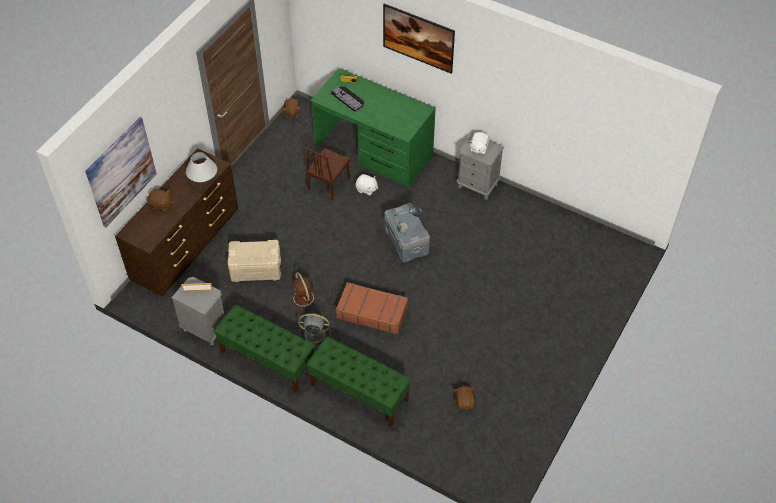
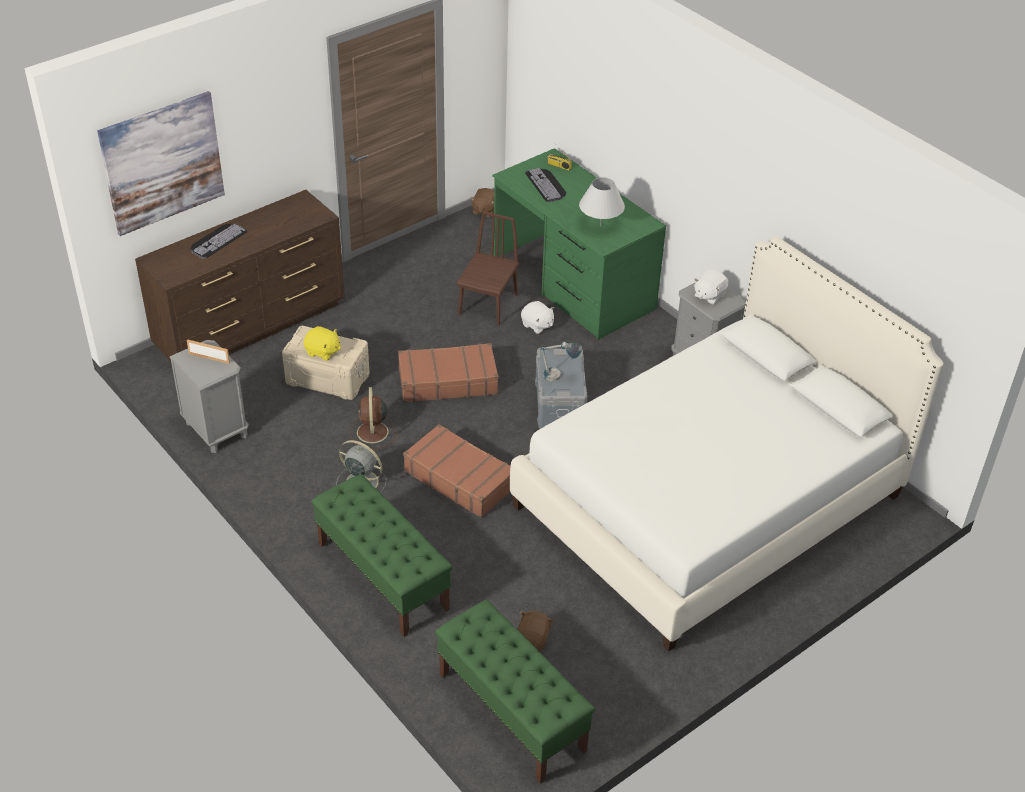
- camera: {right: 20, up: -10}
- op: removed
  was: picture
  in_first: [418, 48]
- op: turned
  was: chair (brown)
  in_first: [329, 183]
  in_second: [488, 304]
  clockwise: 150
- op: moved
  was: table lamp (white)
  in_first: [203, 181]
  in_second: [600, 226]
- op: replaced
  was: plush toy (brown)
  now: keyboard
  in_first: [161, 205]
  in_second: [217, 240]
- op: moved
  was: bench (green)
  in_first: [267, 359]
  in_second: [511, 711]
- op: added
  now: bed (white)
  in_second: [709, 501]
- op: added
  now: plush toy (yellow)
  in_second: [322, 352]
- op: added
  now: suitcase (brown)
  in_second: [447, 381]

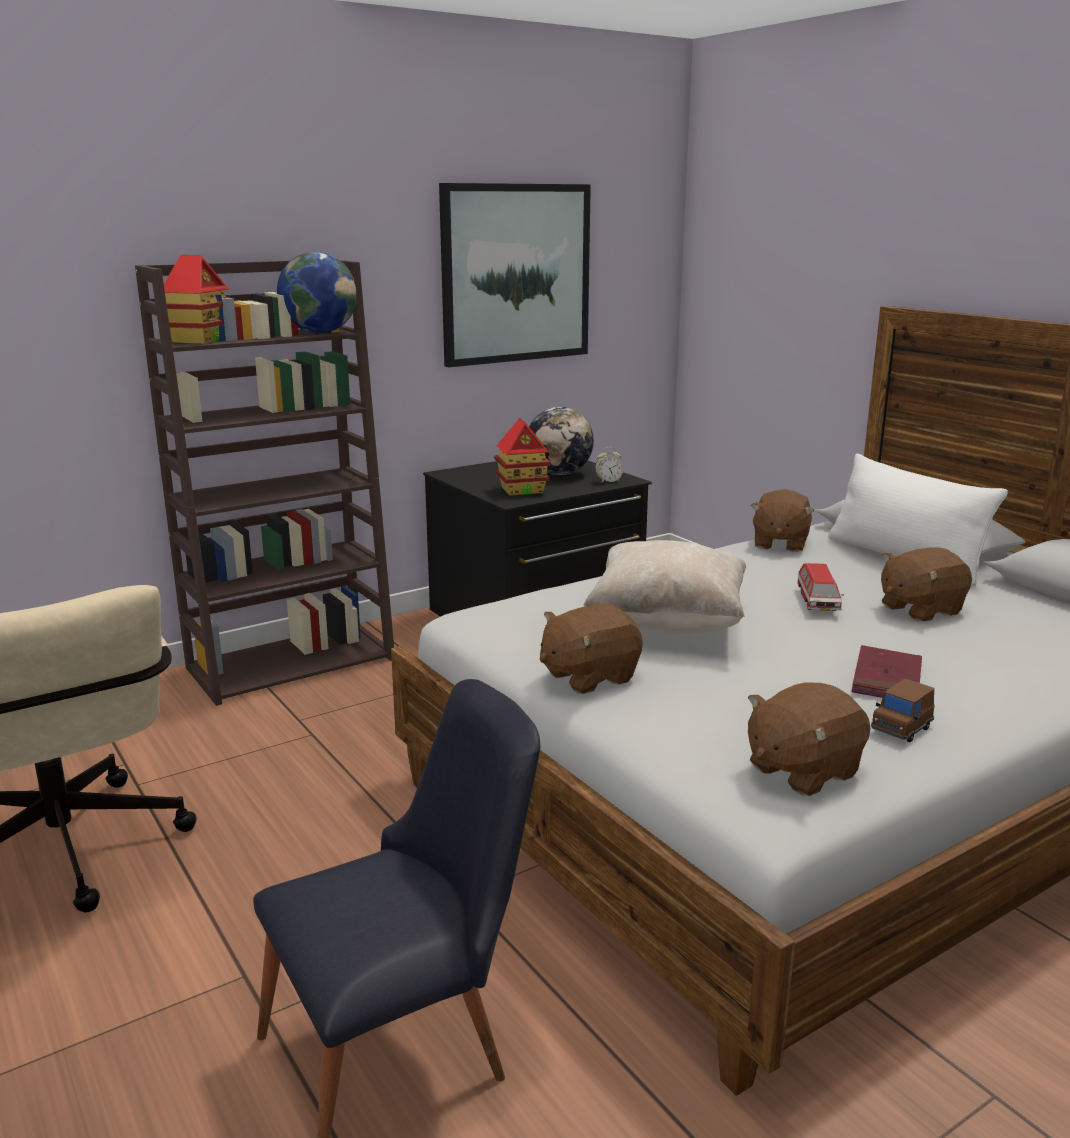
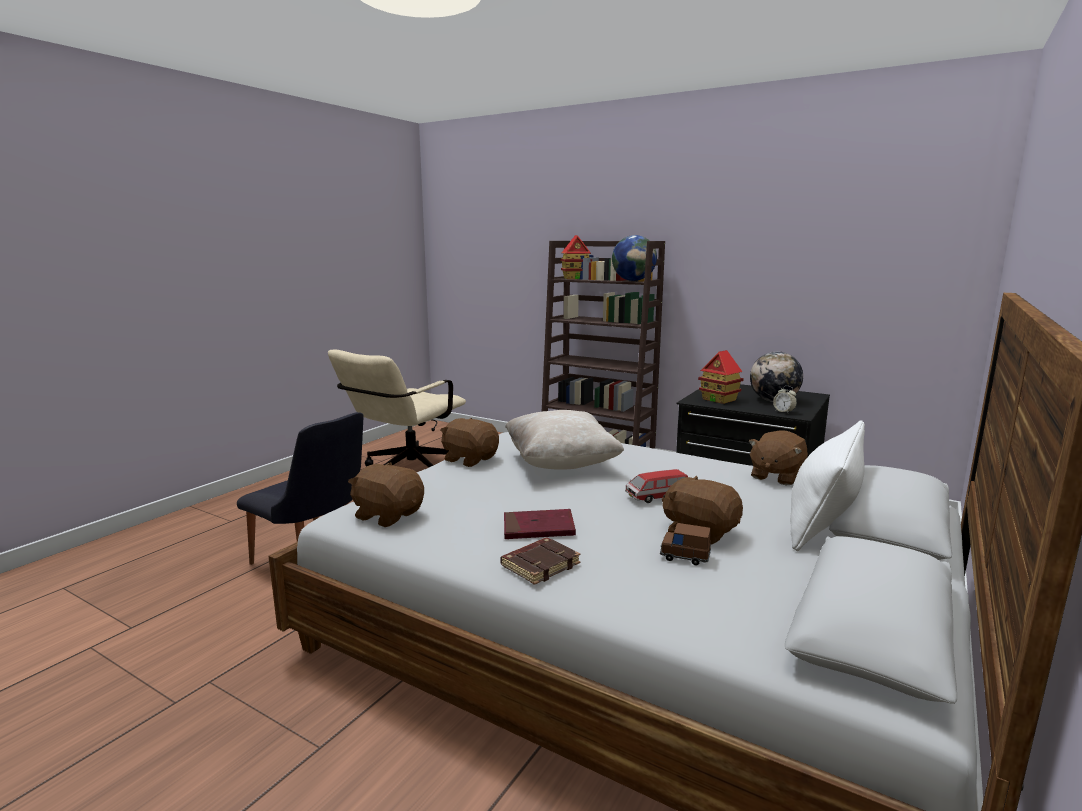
- camera: {right: 65, up: -5}
- op: removed
  was: picture
  in_first: [516, 274]
- op: turned
  was: plush toy (brown)
  in_first: [779, 543]
  in_second: [776, 476]
  clockwise: -45
- op: moved
  was: toy car (brown)
  in_first: [901, 728]
  in_second: [685, 557]
- op: added
  now: book (brown)
  in_second: [540, 565]

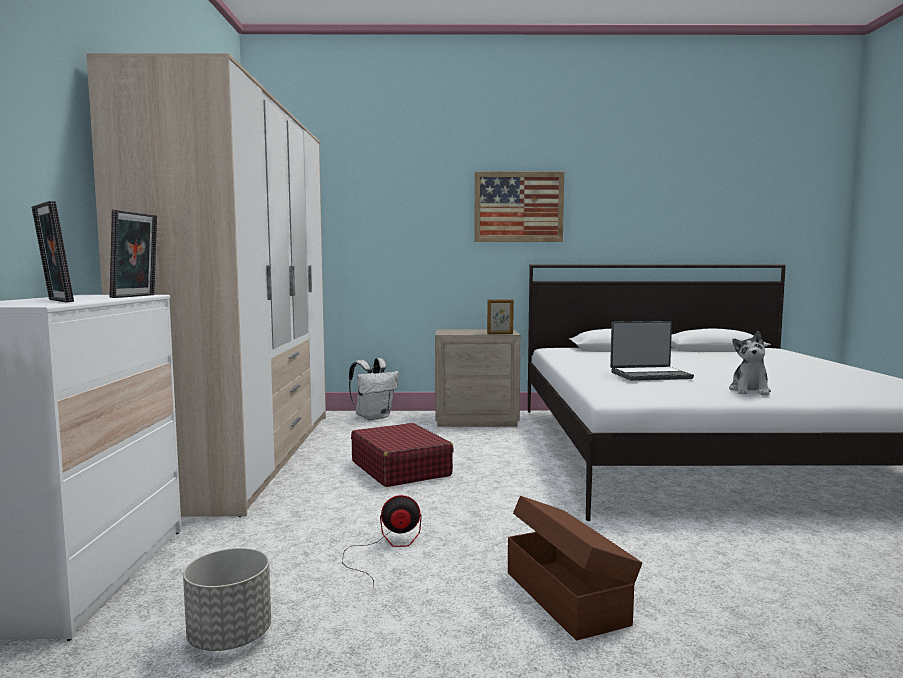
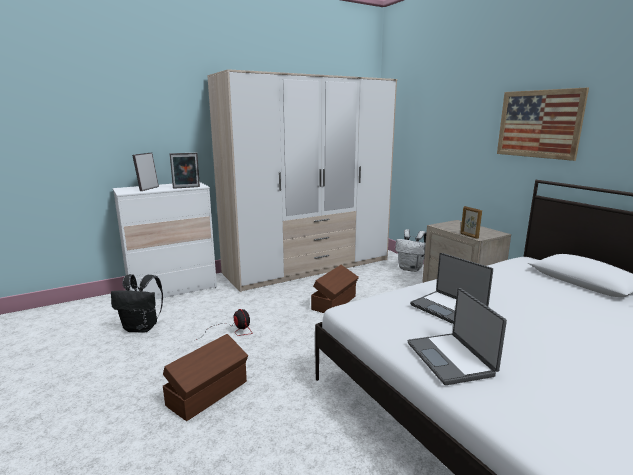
- camera: {right: 60, up: 10}
- op: replaced
  was: plush toy
  now: laptop
  in_first: [750, 391]
  in_second: [451, 359]
- op: replaced
  was: suitcase (red)
  now: storage box (brown)
  in_first: [400, 469]
  in_second: [335, 302]
- op: replaced
  was: planter (grey)
  now: backpack (black)
  in_first: [230, 637]
  in_second: [142, 327]

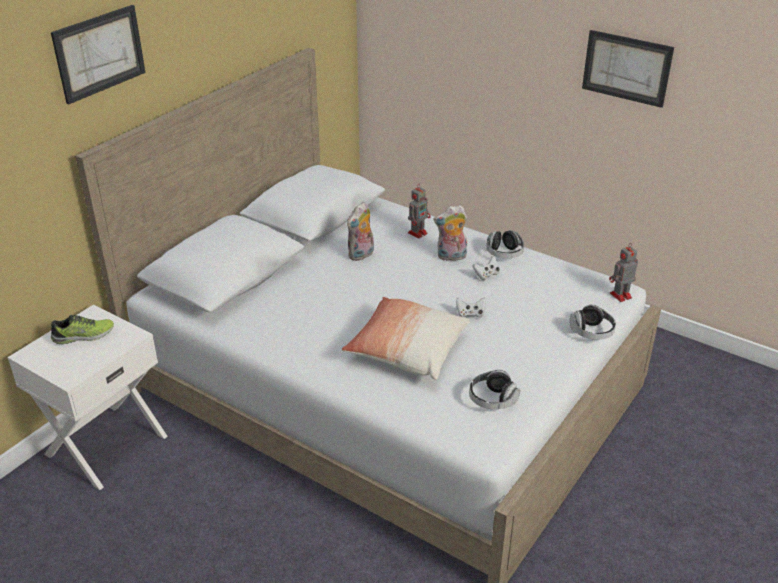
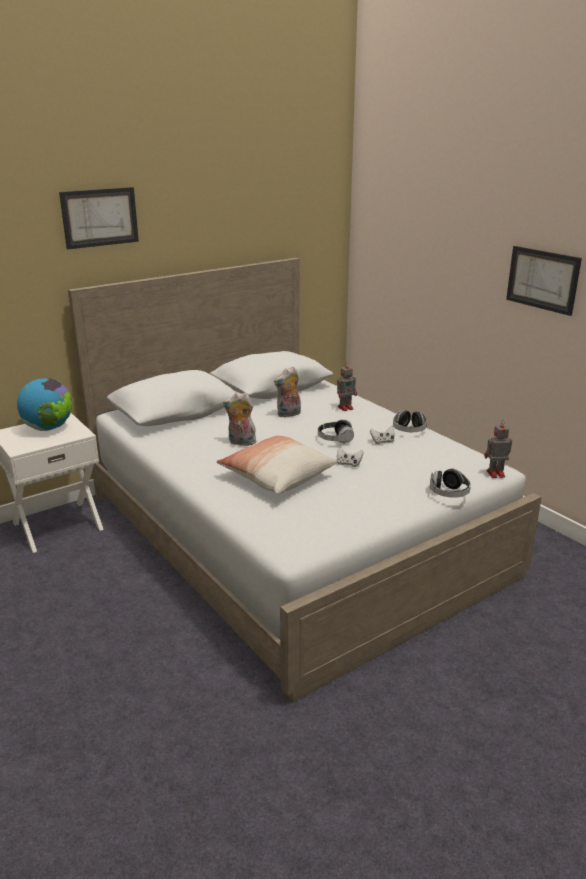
- camera: {right: 20, up: -10}
- op: moved
  was: plush toy
  in_first: [451, 257]
  in_second: [241, 442]
- op: replaced
  was: shoe
  now: globe
  in_first: [83, 336]
  in_second: [48, 428]
- op: moved
  was: headphones
  in_first: [492, 399]
  in_second: [335, 439]

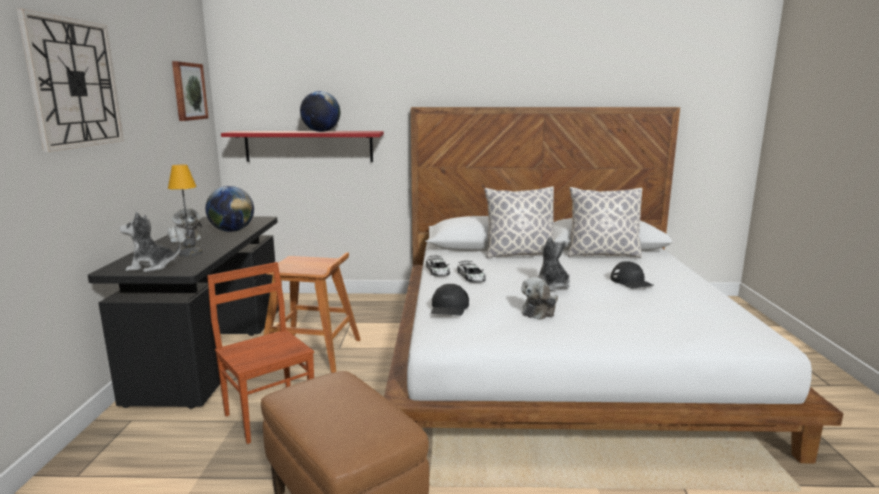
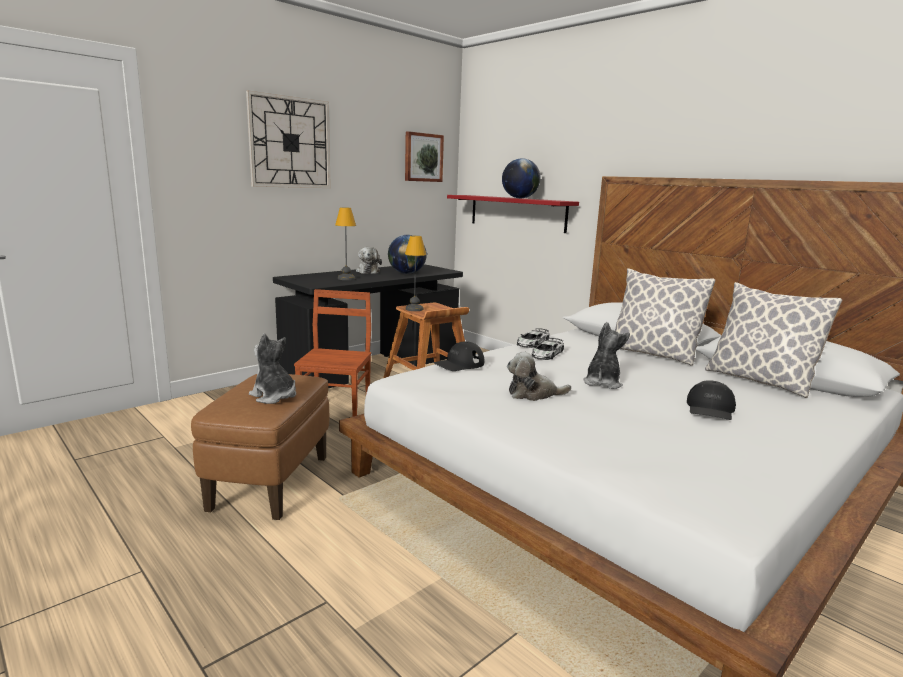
- camera: {right: 45, up: 0}
- op: moved
  was: plush toy
  in_first: [151, 267]
  in_second: [274, 396]
- op: added
  now: table lamp
  in_second: [414, 309]

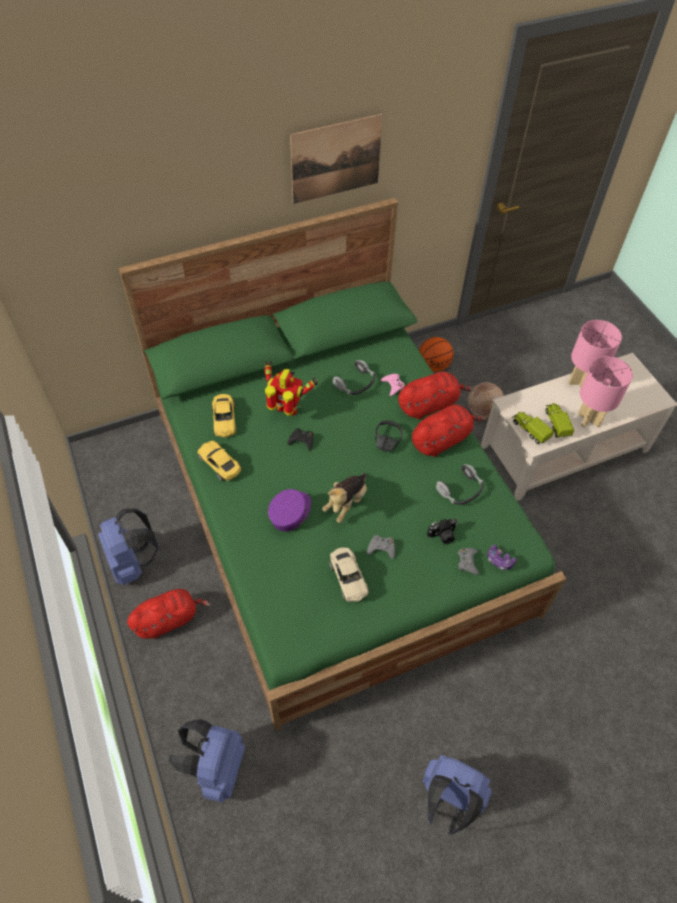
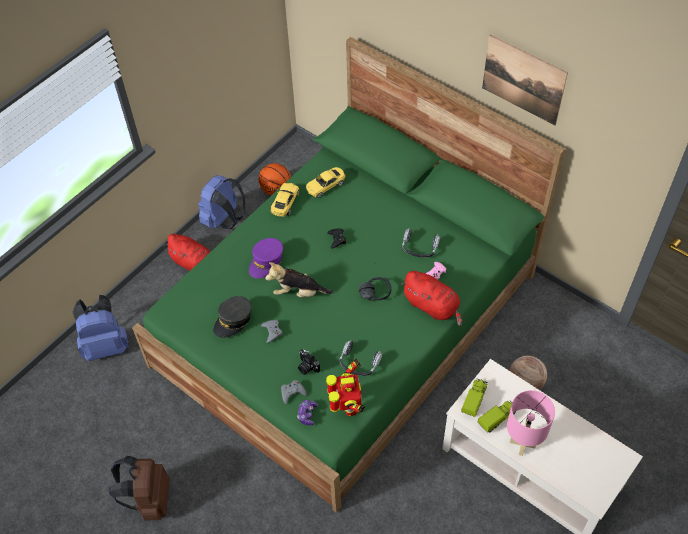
- camera: {right: 65, up: 0}
- op: removed
  was: table lamp (pink)
  in_first: [580, 383]
- op: moved
  was: basketball
  in_first: [434, 365]
  in_second: [276, 190]
- op: moved
  was: toy robot
  in_first: [287, 411]
  in_second: [348, 407]
- op: removed
  was: plush toy (red)
  in_first: [442, 440]
- op: turned
  was: cap (purple)
  in_first: [290, 513]
  in_second: [266, 262]
  clockwise: 120
- op: replaced
  was: toy car (beige)
  now: cap (grey)
  in_first: [348, 578]
  in_second: [233, 320]
- op: recoloured
  was: backpack (blue)
  now: backpack (brown)
  in_first: [449, 799]
  in_second: [149, 500]

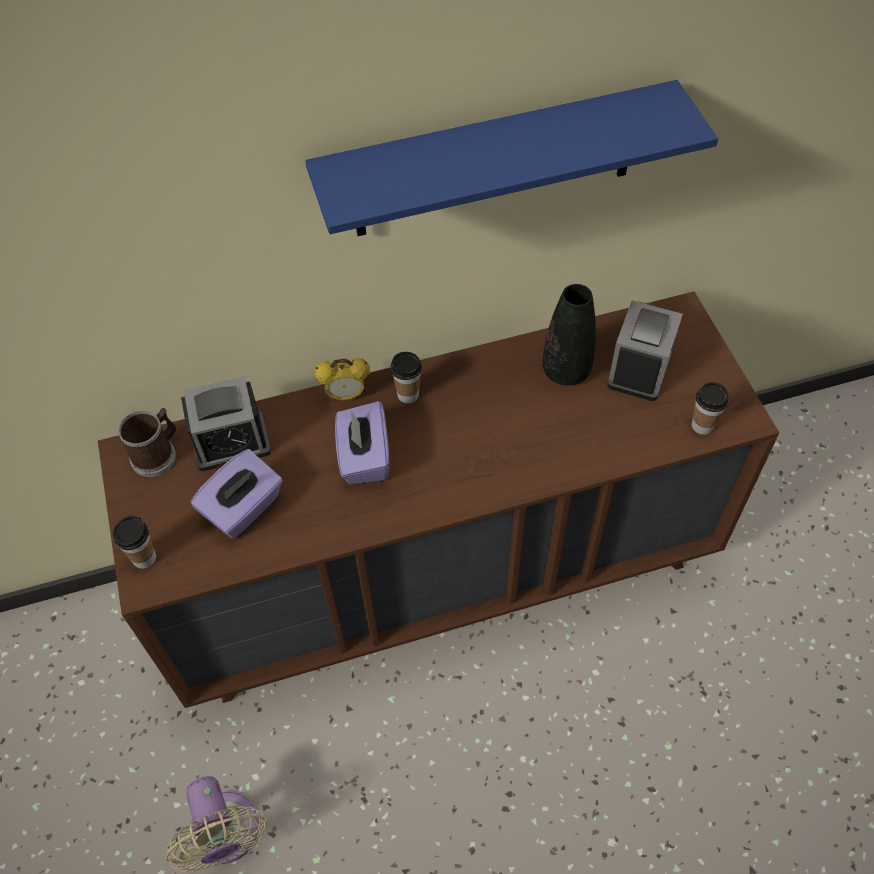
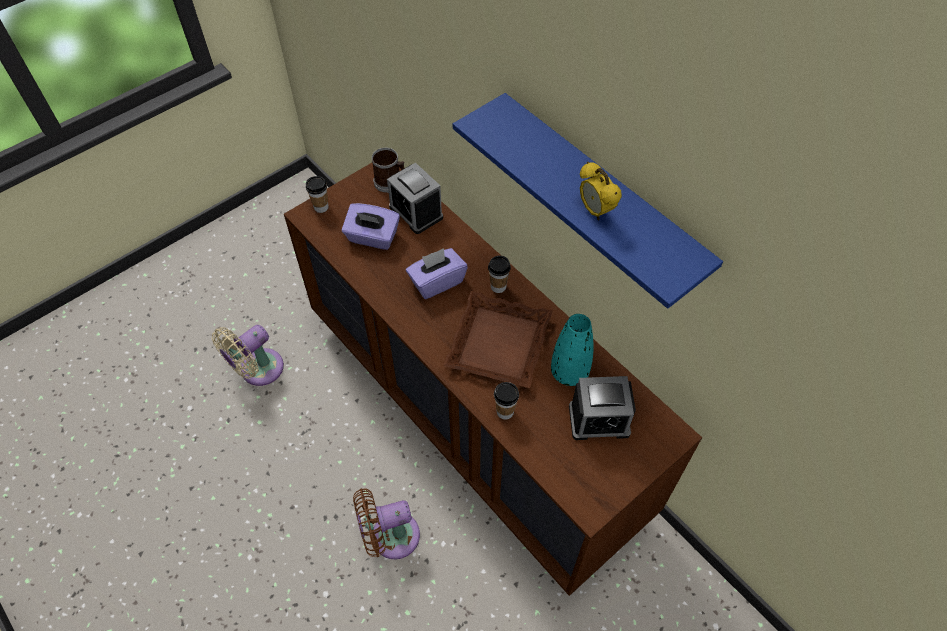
- camera: {right: 65, up: 0}
- op: recoloured
  was: vase (black)
  now: vase (turquoise)
  in_first: [566, 371]
  in_second: [569, 372]
- op: moved
  was: alarm clock
  in_first: [346, 395]
  in_second: [595, 211]
- op: moved
  was: cup
  in_first: [702, 425]
  in_second: [505, 411]
- op: added
  now: tray (brown)
  in_second: [499, 344]
- op: added
  now: fan (brown)
  in_second: [390, 537]

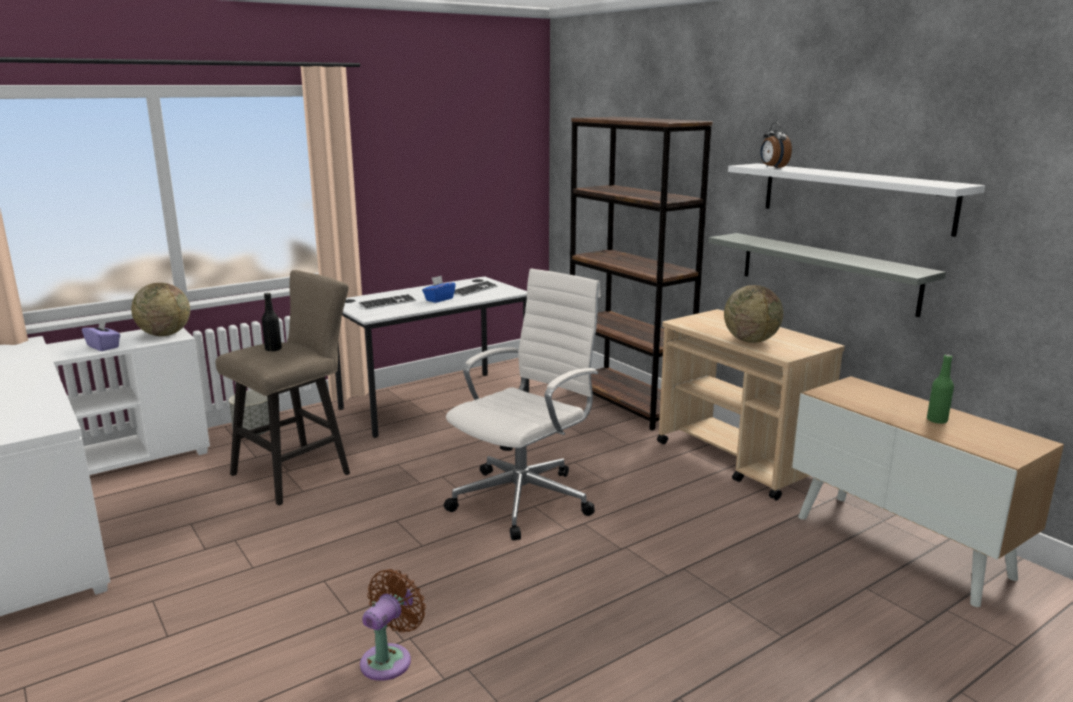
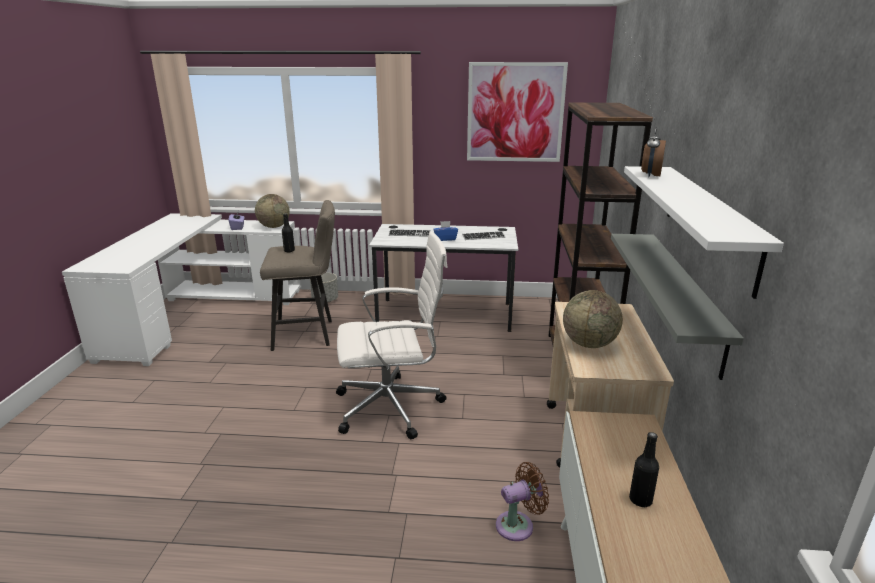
- camera: {right: 40, up: 5}
- op: recoloured
  was: bottle (green)
  now: bottle (black)
  in_first: [937, 420]
  in_second: [640, 500]
- op: moved
  was: fan (brown)
  in_first: [389, 659]
  in_second: [518, 525]
- op: added
  now: picture
  in_second: [515, 113]

